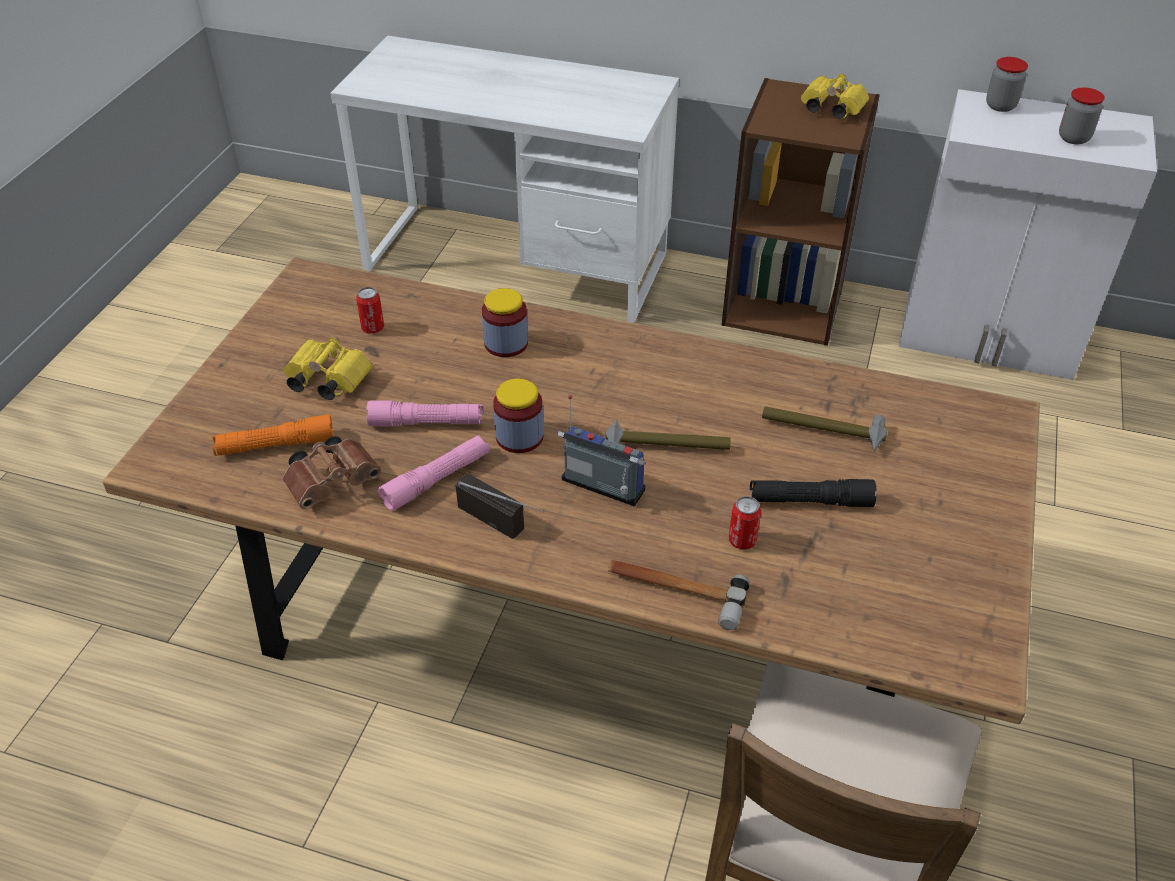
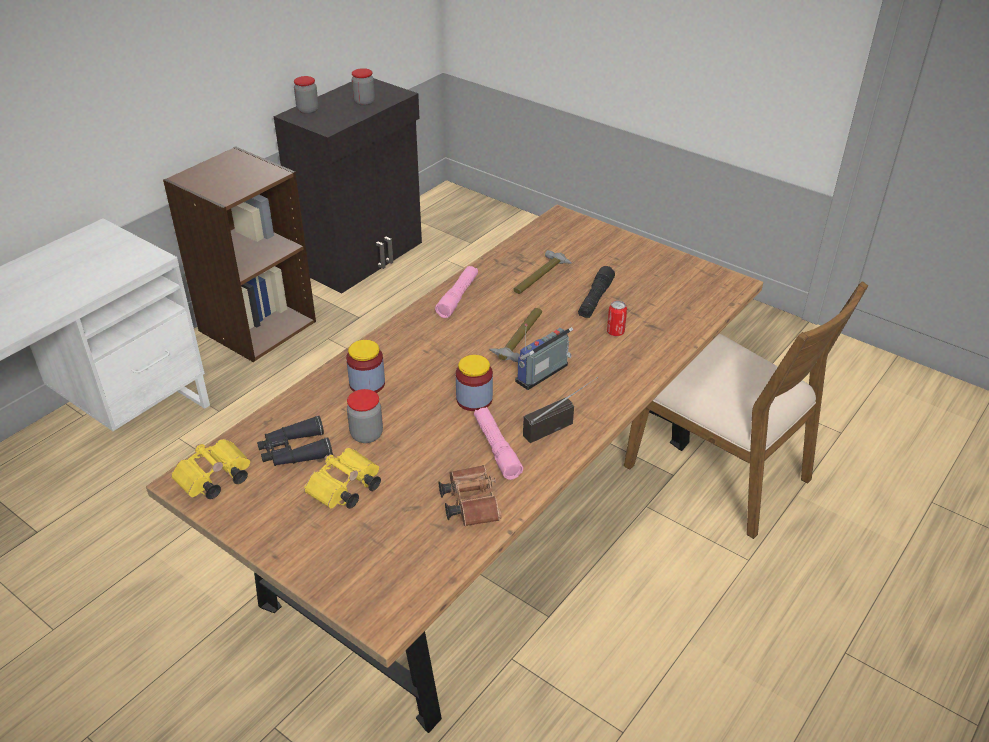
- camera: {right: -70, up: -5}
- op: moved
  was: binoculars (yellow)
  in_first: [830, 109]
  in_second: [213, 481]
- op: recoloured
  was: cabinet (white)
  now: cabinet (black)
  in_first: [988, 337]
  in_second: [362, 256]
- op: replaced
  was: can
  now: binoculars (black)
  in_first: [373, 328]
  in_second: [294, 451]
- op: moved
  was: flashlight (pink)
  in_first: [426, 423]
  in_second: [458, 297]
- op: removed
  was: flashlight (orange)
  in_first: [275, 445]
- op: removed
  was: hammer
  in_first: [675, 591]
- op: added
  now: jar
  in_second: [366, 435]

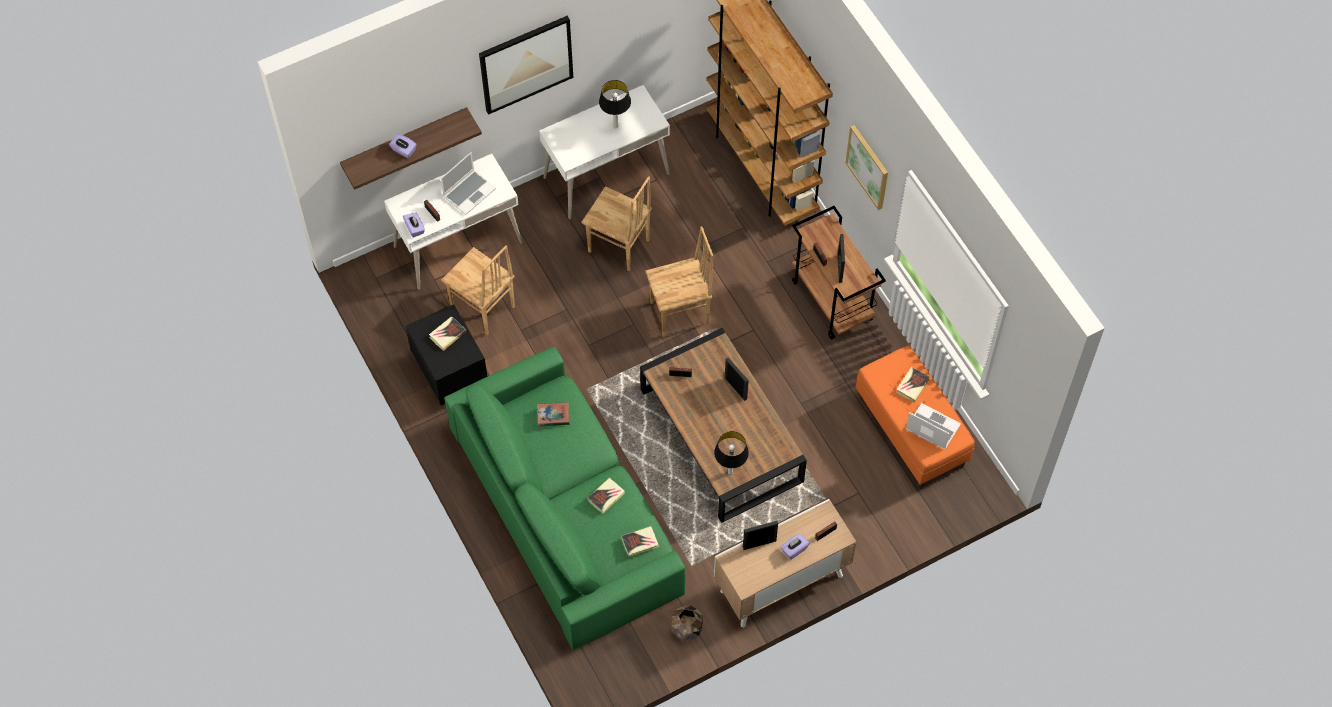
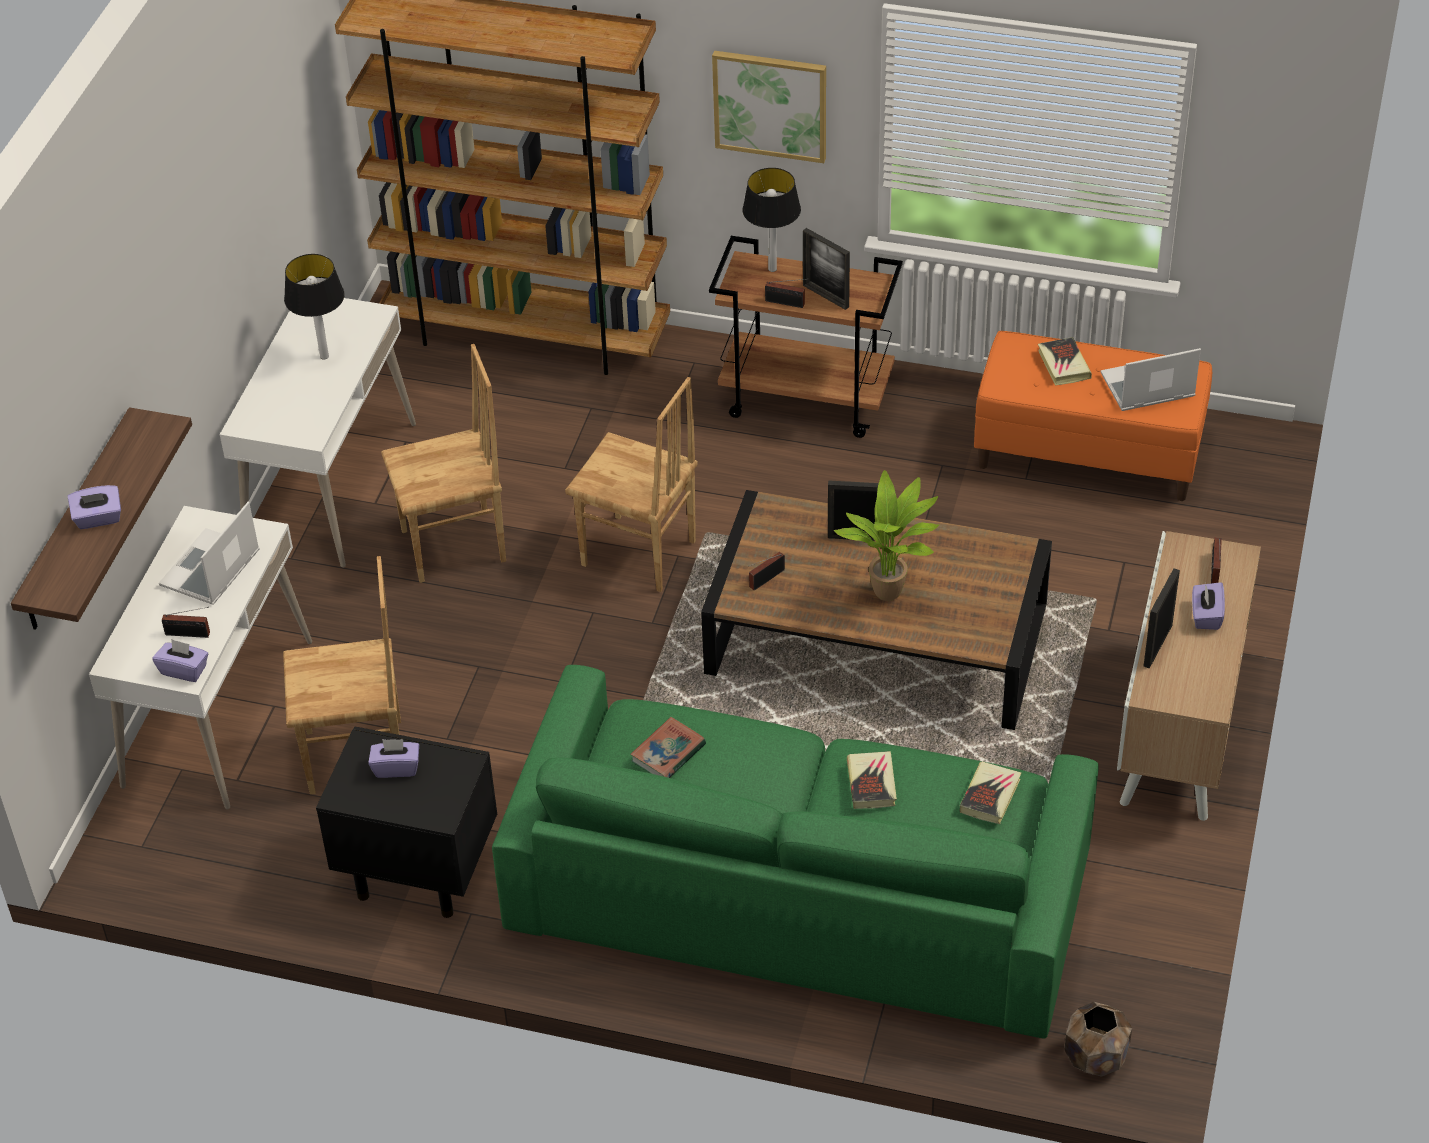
- camera: {right: -45, up: -15}
- op: removed
  was: picture
  in_first: [526, 63]
- op: turned
  was: laptop
  in_first: [469, 192]
  in_second: [211, 570]
  clockwise: -150
- op: turned
  was: chair (brown)
  in_first: [680, 314]
  in_second: [638, 555]
  clockwise: 90
- op: replaced
  was: book
  now: tissue box (purple)
  in_first: [447, 334]
  in_second: [396, 767]
- op: moved
  was: table lamp
  in_first: [730, 473]
  in_second: [773, 269]
- op: moved
  was: planter (brown)
  in_first: [687, 629]
  in_second: [1096, 1056]
- op: added
  now: potted plant
  in_second: [891, 595]

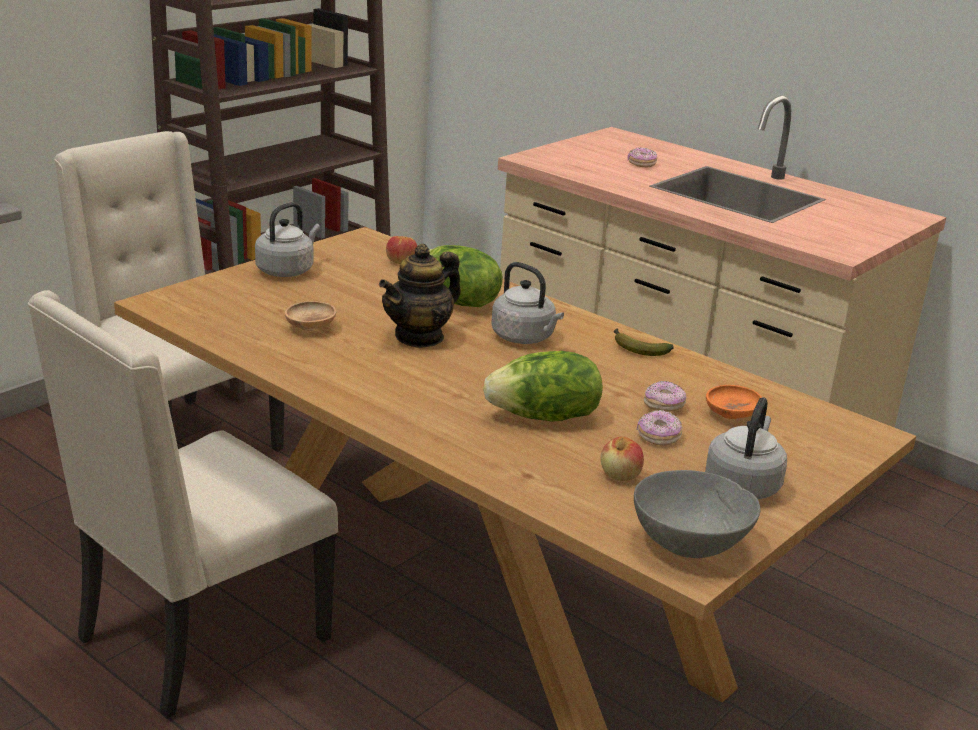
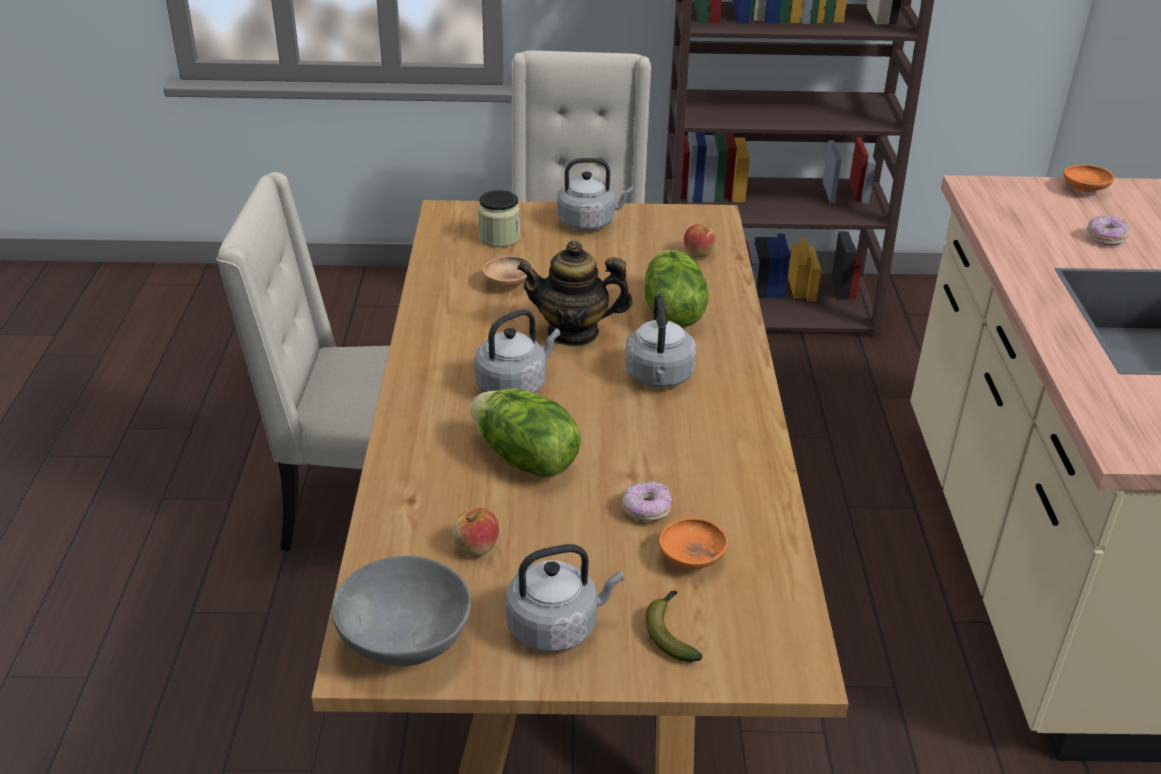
- camera: {right: 50, up: 10}
- op: moved
  was: banana
  in_first: [637, 348]
  in_second: [671, 631]
- op: removed
  was: donut
  in_first: [658, 437]
- op: added
  now: bowl (orange)
  in_second: [1084, 189]
- op: added
  now: jar
  in_second: [499, 237]
- op: added
  now: kettle (grey)
  in_second: [514, 385]

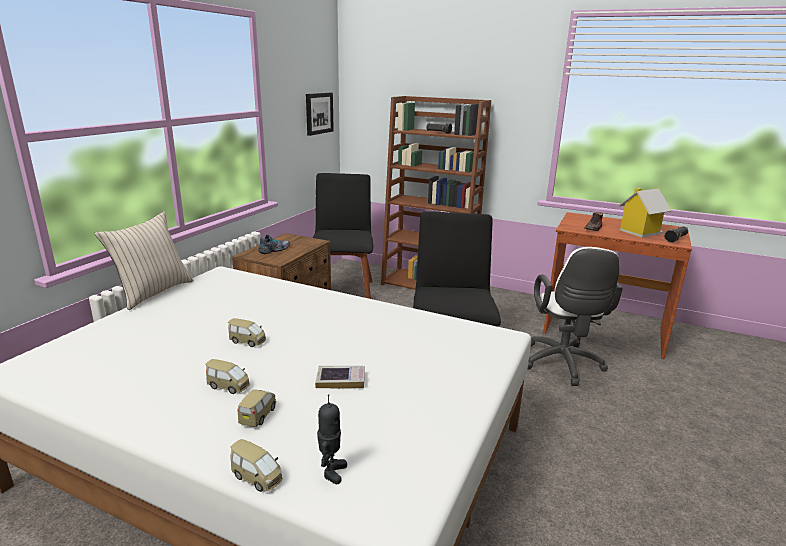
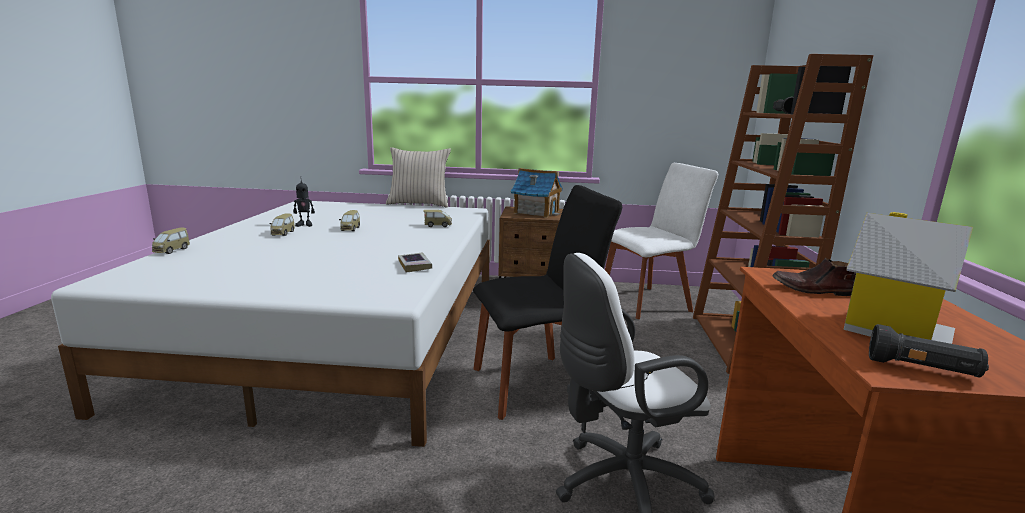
- camera: {right: 70, up: -5}
- op: removed
  was: picture
  in_first: [318, 113]
- op: recoloured
  was: chair (black)
  now: chair (white)
  in_first: [343, 289]
  in_second: [648, 302]
- op: replaced
  was: shoe
  now: toy house
  in_first: [275, 250]
  in_second: [536, 212]
- op: moved
  was: book
  in_first: [341, 380]
  in_second: [414, 265]
- op: moved
  was: toy car
  in_first: [258, 415]
  in_second: [438, 225]
- op: moved
  was: toy robot
  in_first: [331, 472]
  in_second: [305, 225]

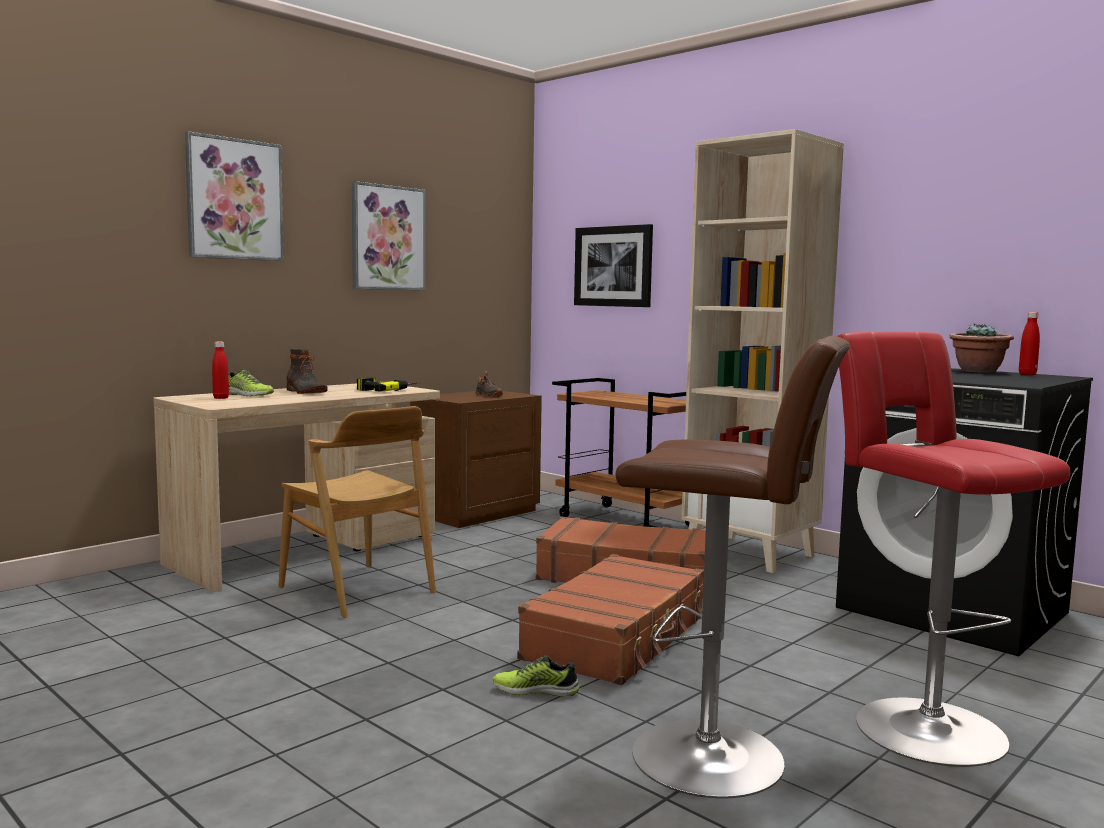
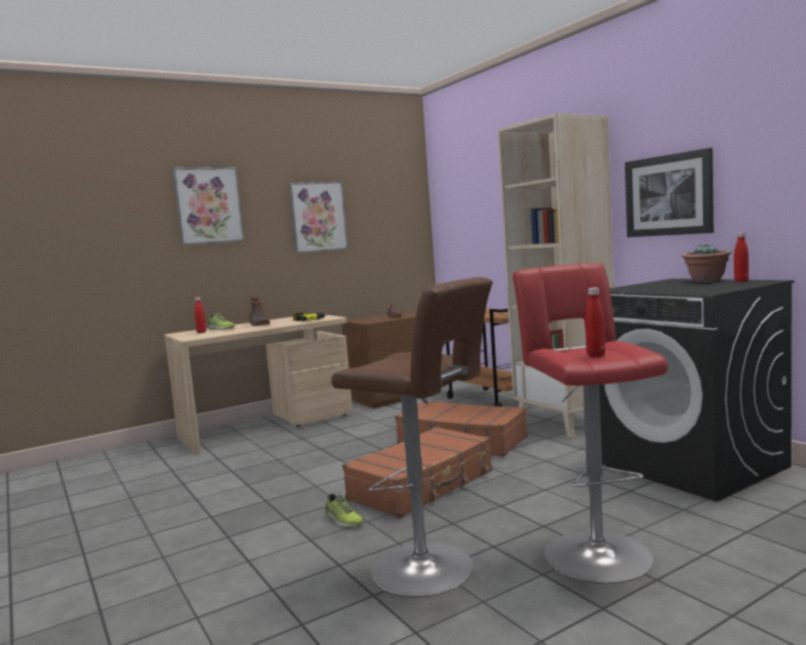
- camera: {right: 15, up: 0}
- op: moved
  was: picture
  in_first: [613, 266]
  in_second: [668, 195]
- op: removed
  was: chair (brown)
  in_first: [357, 590]
- op: turned
  was: shoe
  in_first: [536, 690]
  in_second: [343, 520]
  clockwise: -150
- op: added
  now: bottle (red)
  in_second: [595, 355]

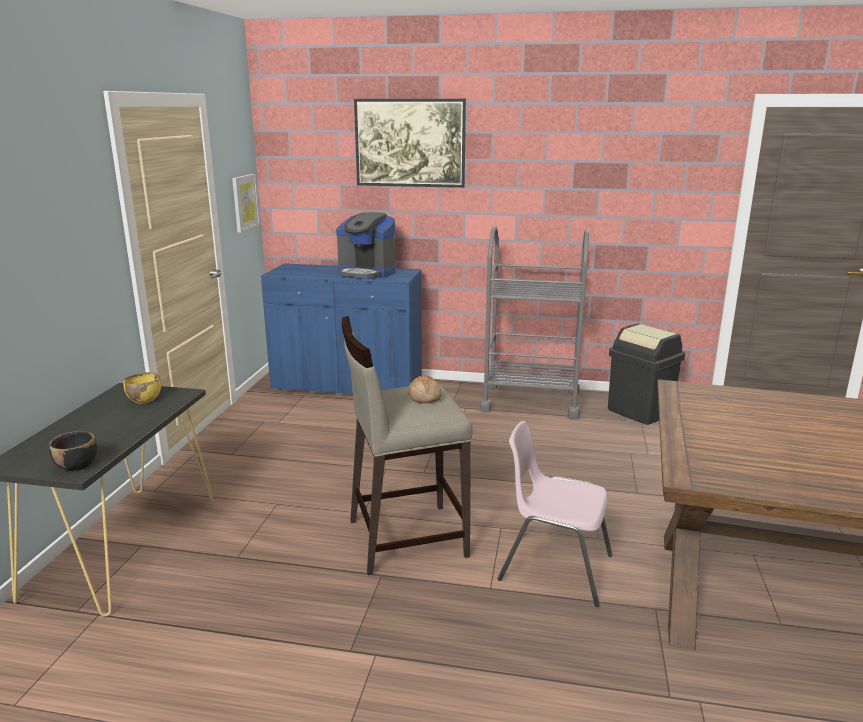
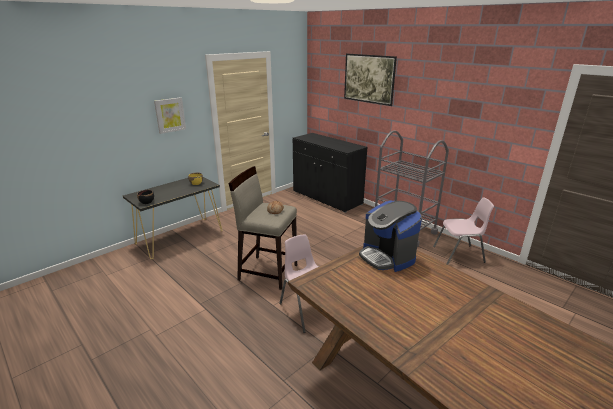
- camera: {right: 35, up: 5}
- op: moved
  was: picture
  in_first: [244, 202]
  in_second: [170, 115]
- op: moved
  was: coffee machine
  in_first: [367, 273]
  in_second: [387, 257]
- op: recoloured
  was: cabinet (blue)
  now: cabinet (black)
  in_first: [347, 385]
  in_second: [327, 198]
- op: replaced
  was: trash can (black)
  now: chair (pink)
  in_first: [640, 411]
  in_second: [459, 255]

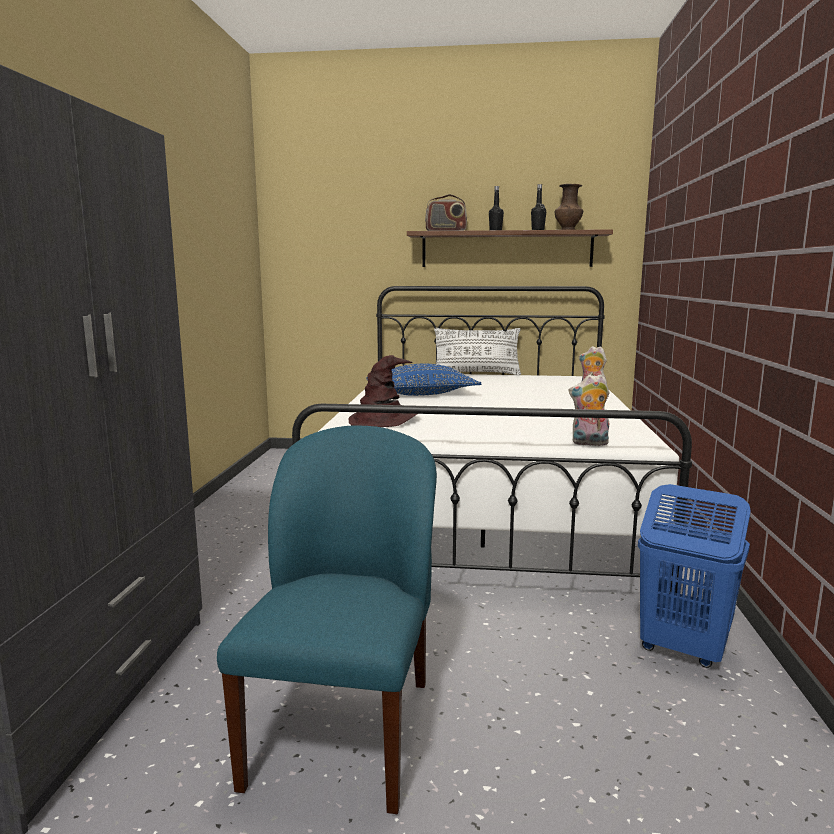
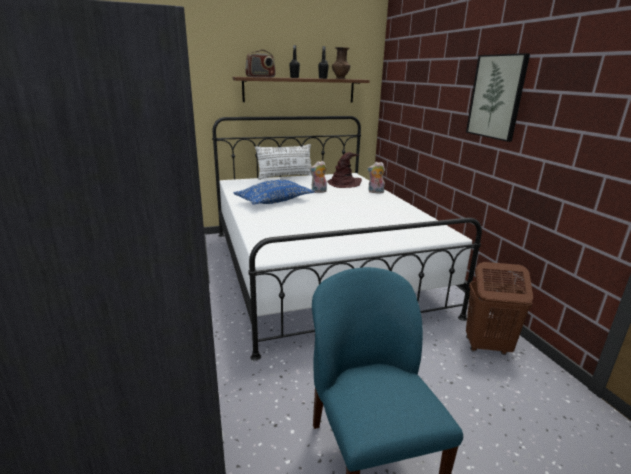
- camera: {right: -25, up: 10}
- op: moved
  was: hat (brown)
  in_first: [383, 420]
  in_second: [344, 183]
- op: moved
  was: plush toy
  in_first: [589, 443]
  in_second: [318, 192]
- op: recoloured
  was: laundry basket (blue)
  now: laundry basket (brown)
  in_first: [681, 649]
  in_second: [486, 346]
- op: added
  now: picture
  in_second: [496, 97]

